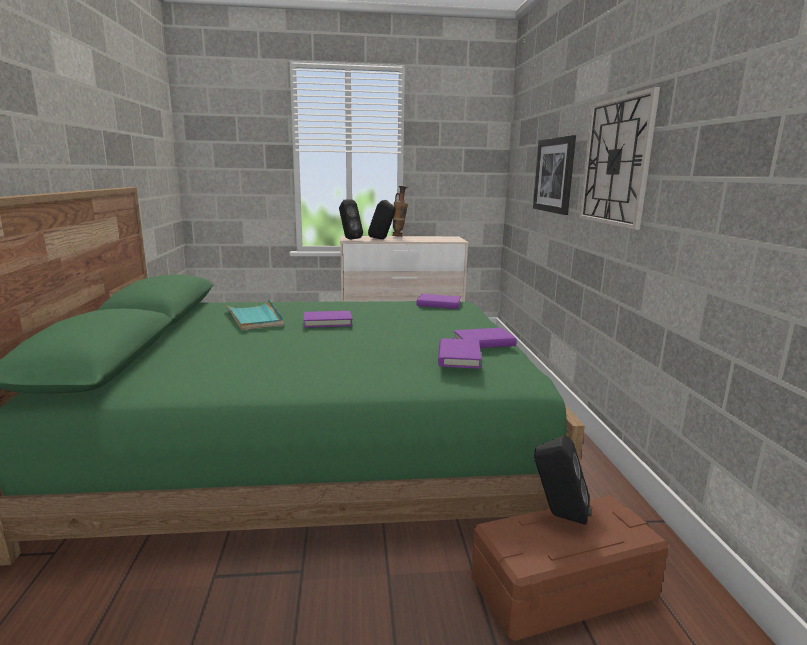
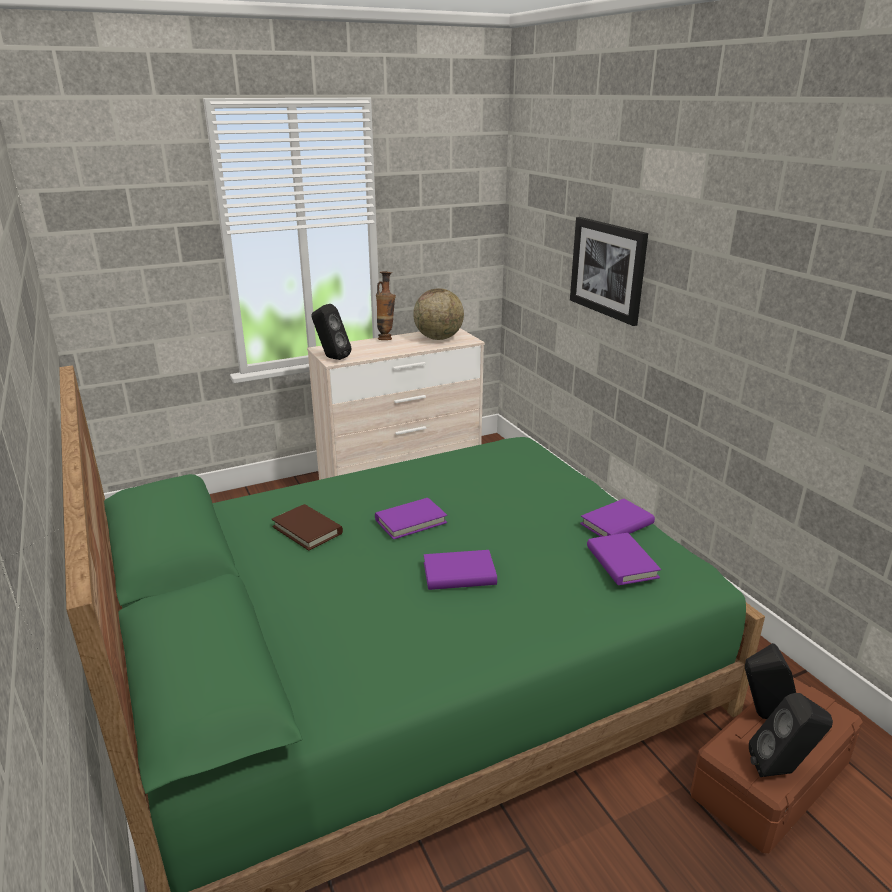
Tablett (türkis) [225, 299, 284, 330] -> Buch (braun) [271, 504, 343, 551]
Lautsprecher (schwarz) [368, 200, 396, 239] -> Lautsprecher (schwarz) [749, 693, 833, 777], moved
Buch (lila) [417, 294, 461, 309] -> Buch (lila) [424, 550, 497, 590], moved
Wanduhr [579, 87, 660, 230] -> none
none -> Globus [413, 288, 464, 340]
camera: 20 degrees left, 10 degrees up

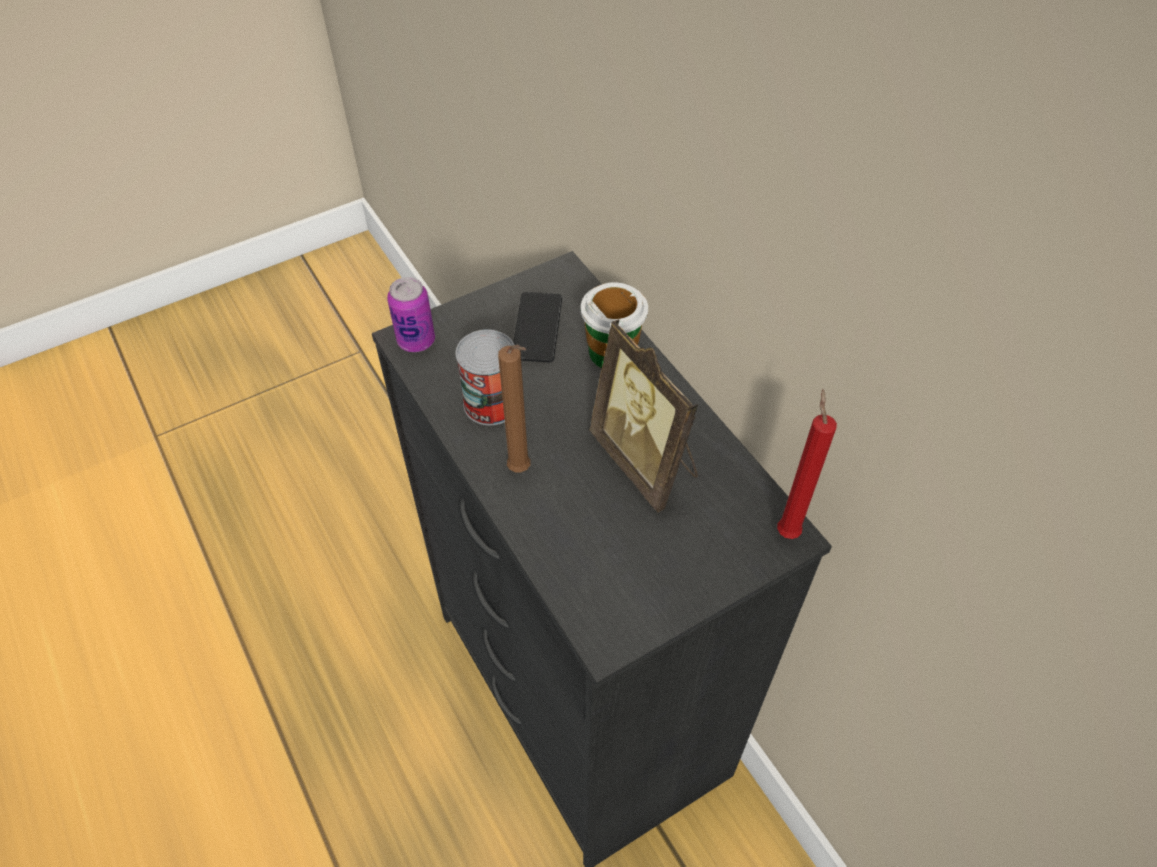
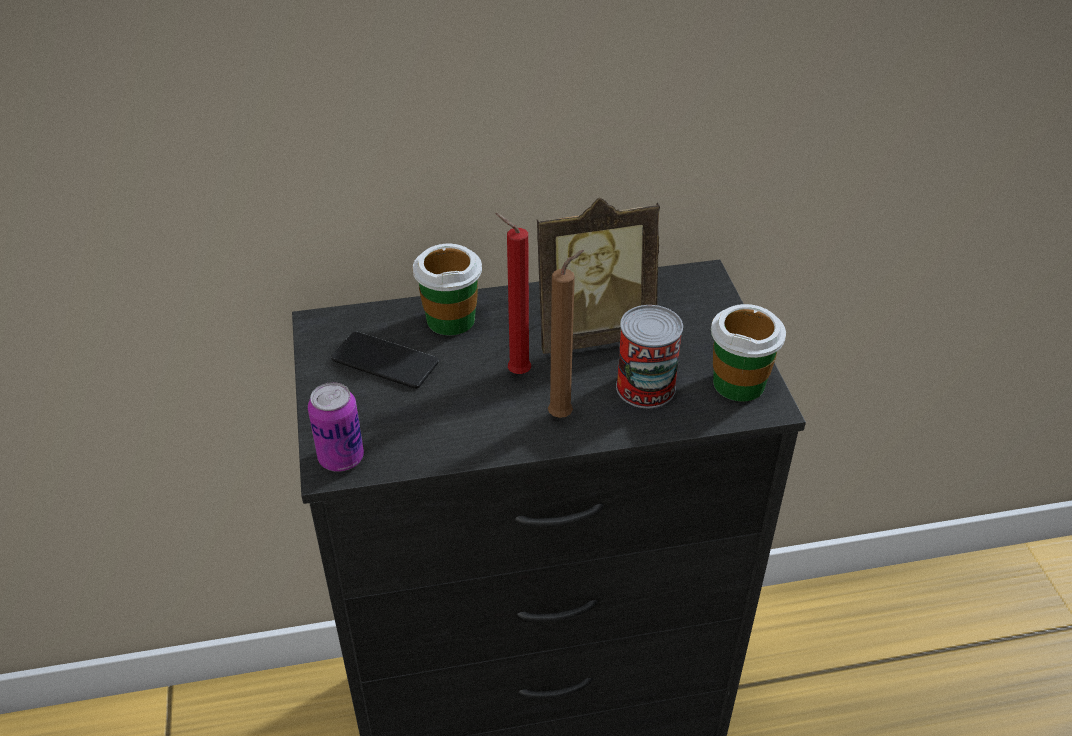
Dose [456, 329, 514, 426] -> Dose [616, 305, 683, 408], moved
Kerze (rot) [777, 389, 837, 539] -> Kerze (rot) [495, 213, 531, 374], moved
none -> Tasse [711, 304, 786, 402]
camera: 70 degrees left, 10 degrees down

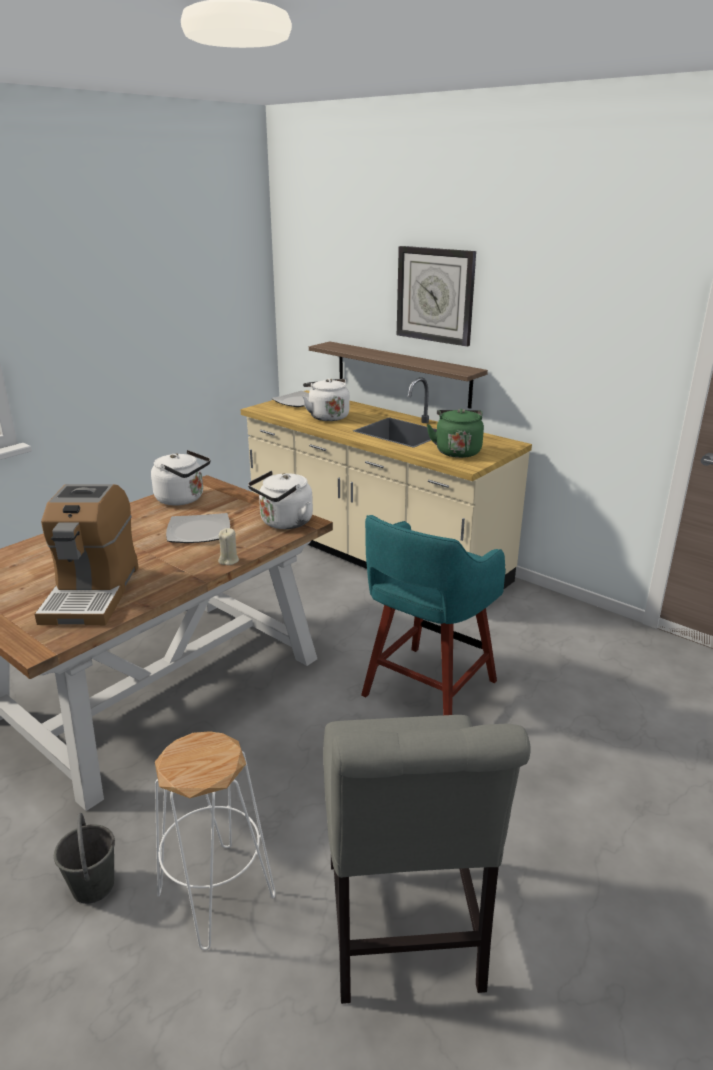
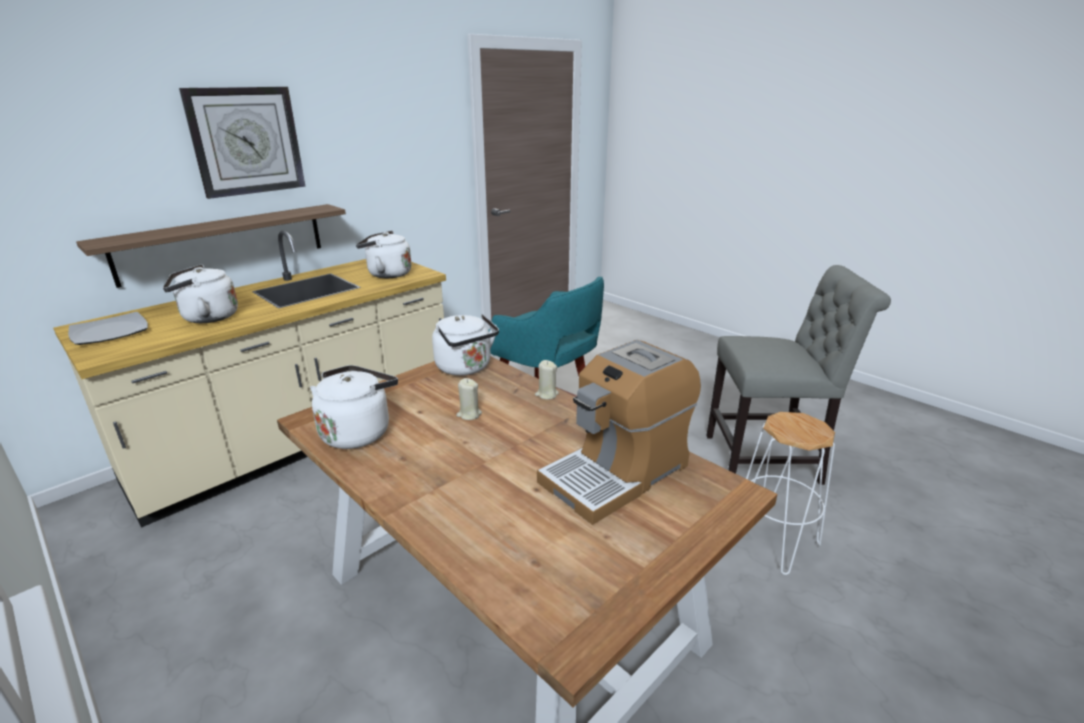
Kaffeemaschine [34, 484, 138, 625] -> Kaffeemaschine [537, 340, 701, 525], 135 degrees clockwise
Eimer (grau) [54, 813, 115, 904] -> none
Teller [166, 513, 230, 543] -> Kerze (beige) [456, 378, 482, 420]
Wasserkessel (grün) [427, 409, 484, 458] -> Wasserkessel (weiß) [356, 231, 411, 278]
camera: 85 degrees left, 0 degrees up

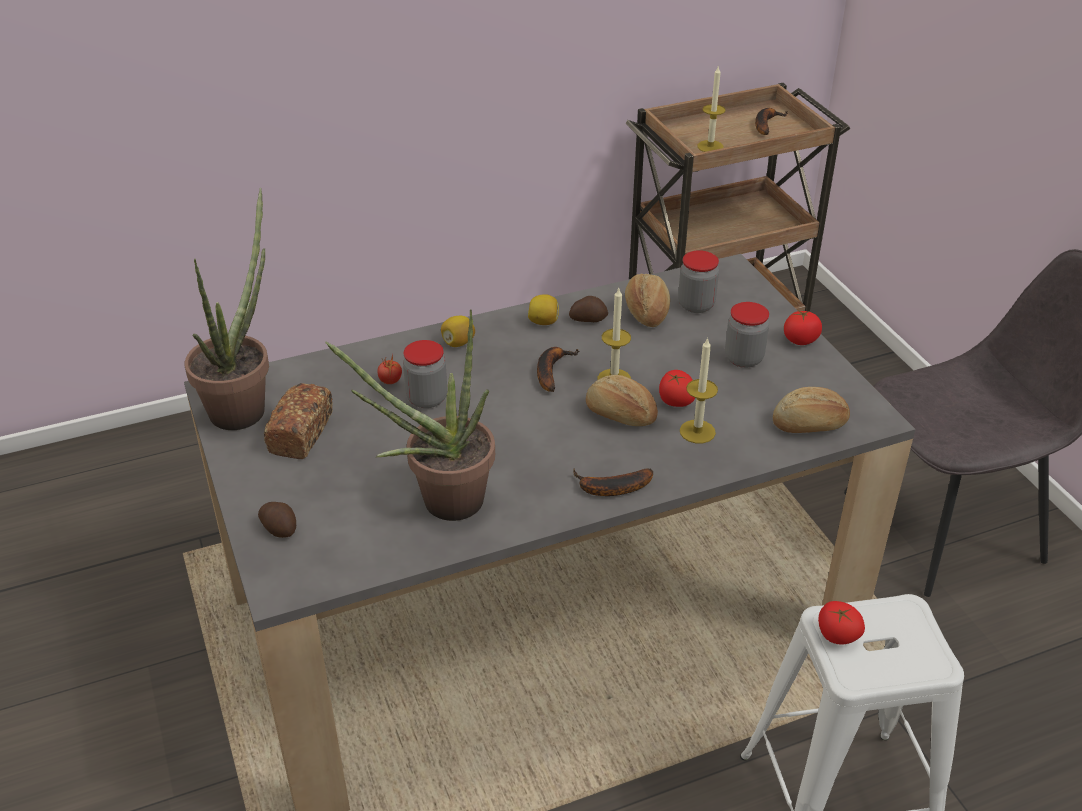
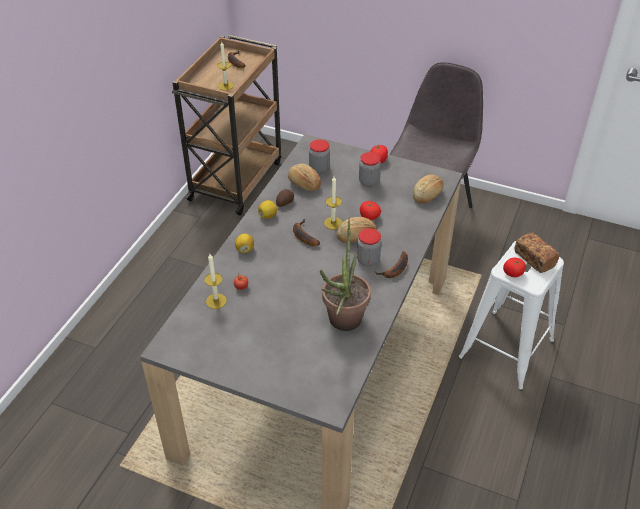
Topfpflanze [185, 188, 269, 430] -> none
Kartoffel [258, 502, 296, 538] -> none
Brot [264, 383, 333, 459] -> Brot [515, 233, 559, 273], moved
Vorratsglas [403, 340, 447, 408] -> Vorratsglas [357, 228, 381, 266], moved
Kerze [680, 338, 718, 443] -> Kerze [204, 254, 227, 309], moved
camera: 45 degrees left, 5 degrees up

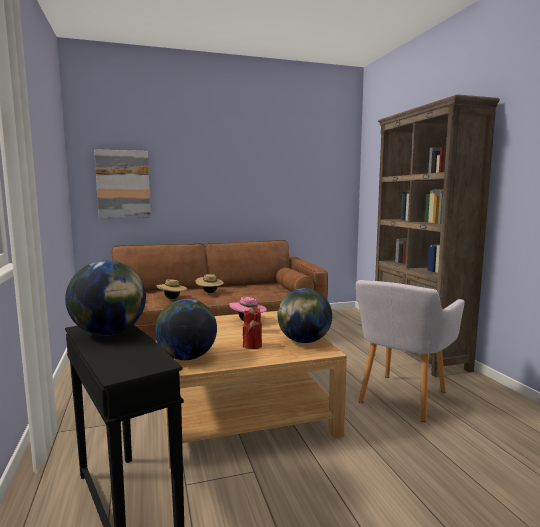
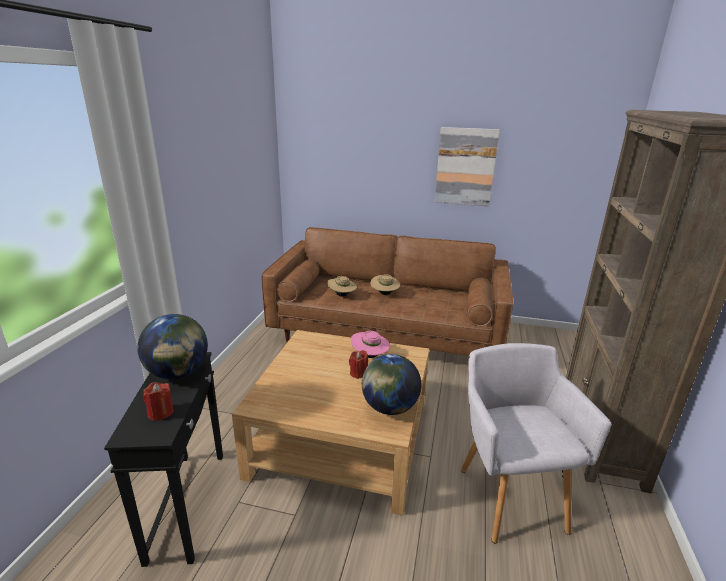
Bild [94, 149, 151, 218] -> Bild [435, 127, 500, 206], moved
Globus [155, 299, 217, 360] -> none
Kerze (rot) [243, 320, 262, 349] -> Kerze (rot) [143, 382, 174, 421], moved
Sessel (grau) [356, 280, 465, 422] -> Sessel (grau) [461, 343, 611, 543], 105 degrees clockwise
camera: 30 degrees right, 15 degrees up

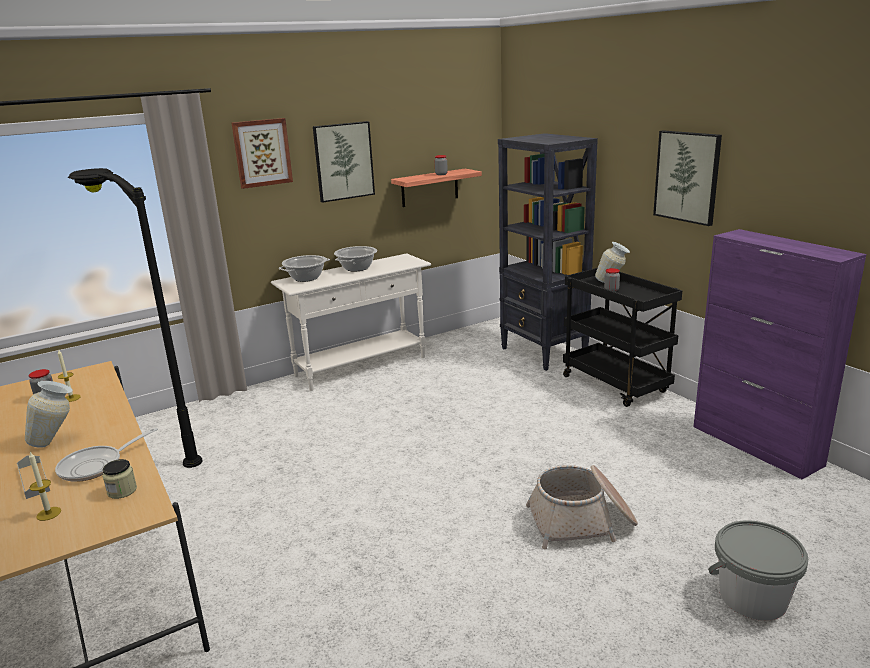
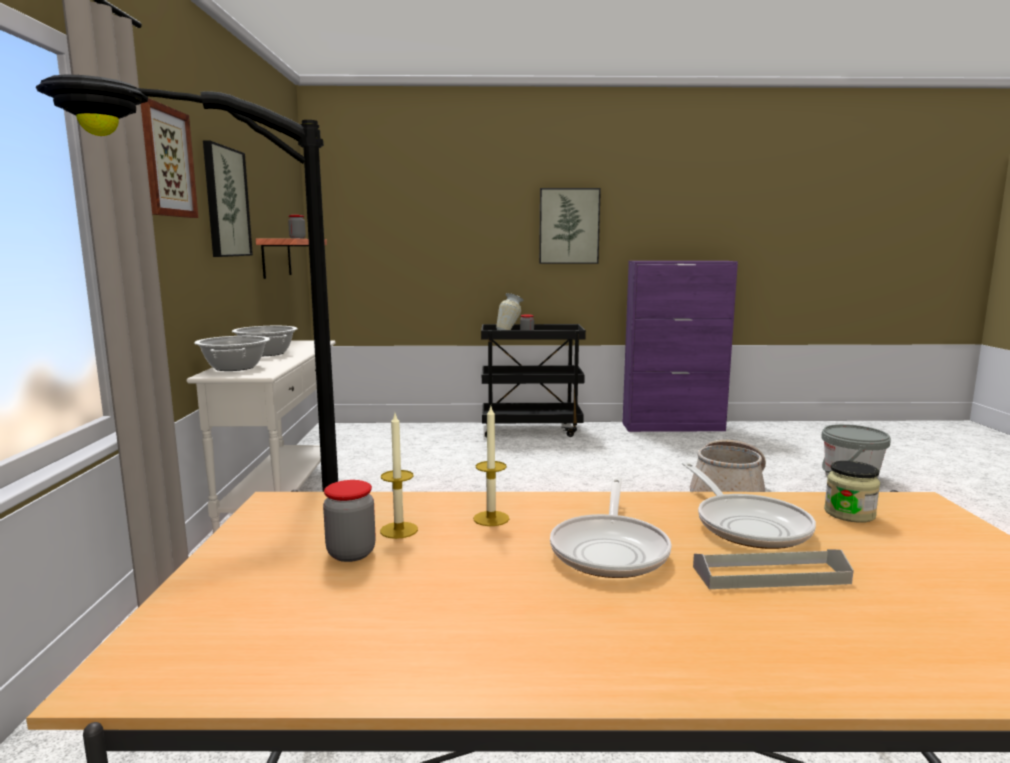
Vase [25, 381, 73, 448] -> Pfanne [550, 477, 672, 578]
Kerze [29, 452, 61, 521] -> Kerze [473, 407, 509, 526], moved
Bücherregal (schwarz) [498, 133, 598, 371] -> none
camera: 60 degrees left, 10 degrees down

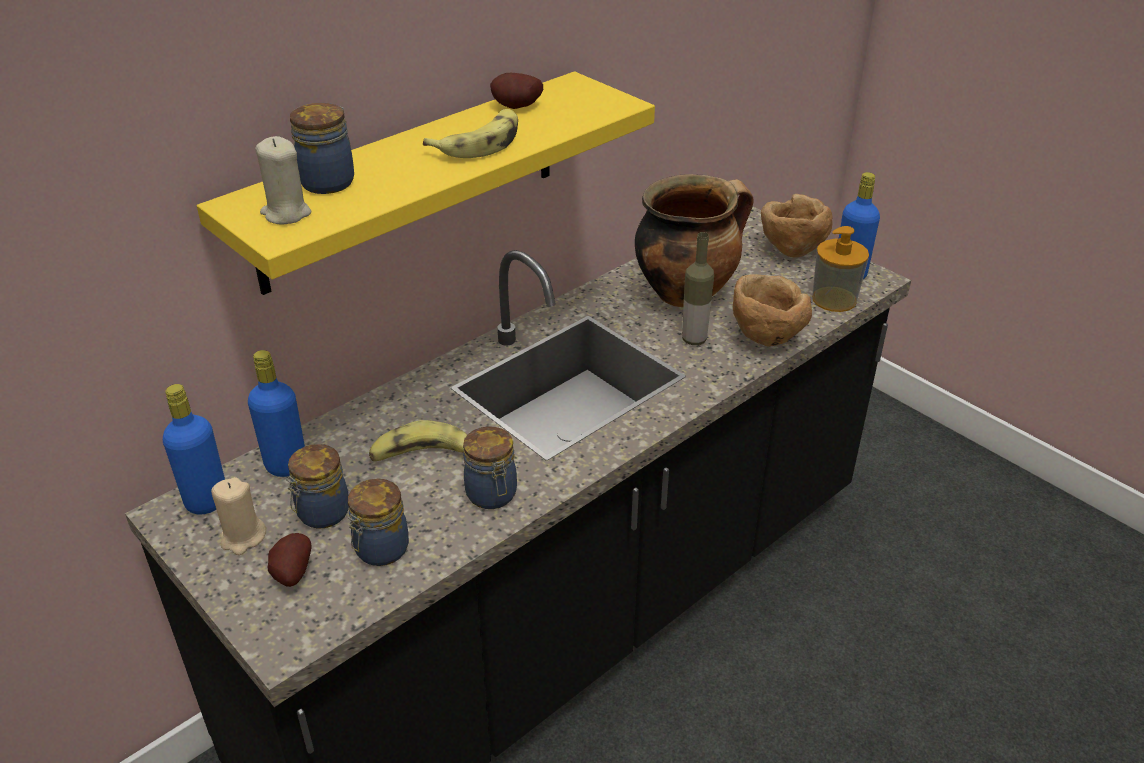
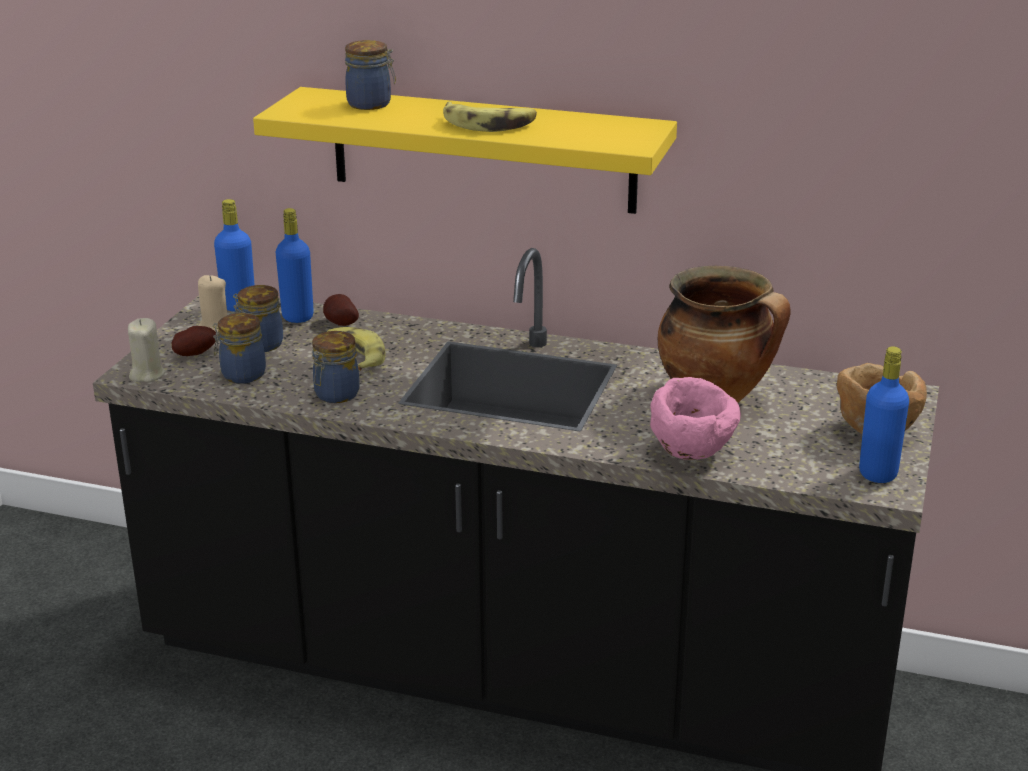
Kerze (beige) [255, 136, 311, 225] -> Kerze (beige) [128, 318, 166, 382], moved
Kartoffel [490, 73, 543, 109] -> Kartoffel [323, 294, 359, 326], moved
Flasche [682, 232, 714, 345] -> none
Schüssel (braun) [733, 274, 812, 347] -> Schüssel (rosa) [650, 377, 741, 460]
Seifenspender [812, 226, 869, 312] -> none
camera: 60 degrees right, 10 degrees down

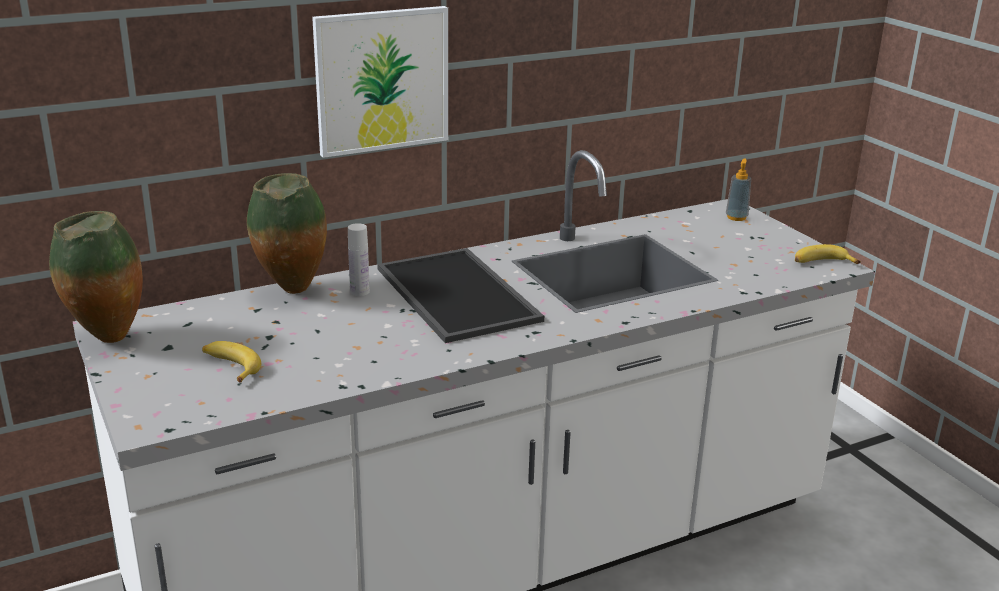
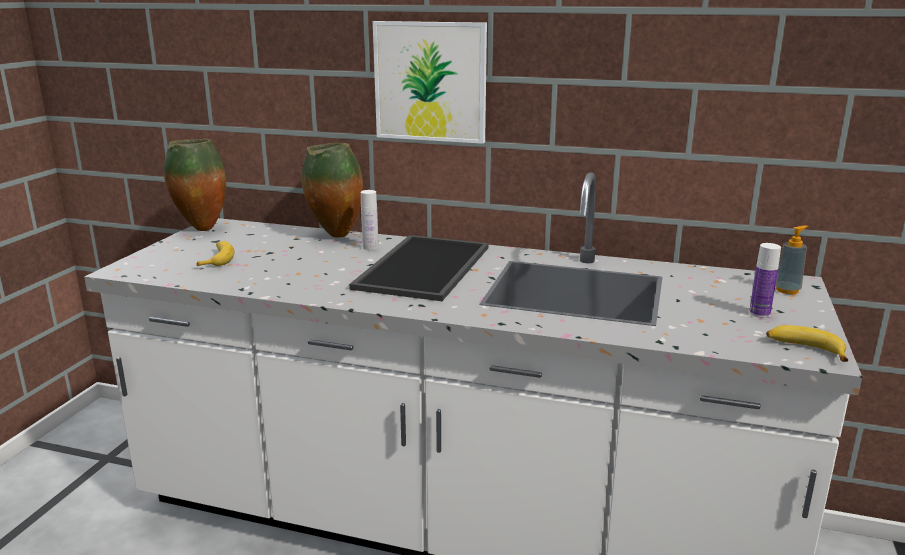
none -> Flasche [749, 243, 781, 318]
camera: 45 degrees right, 5 degrees down

